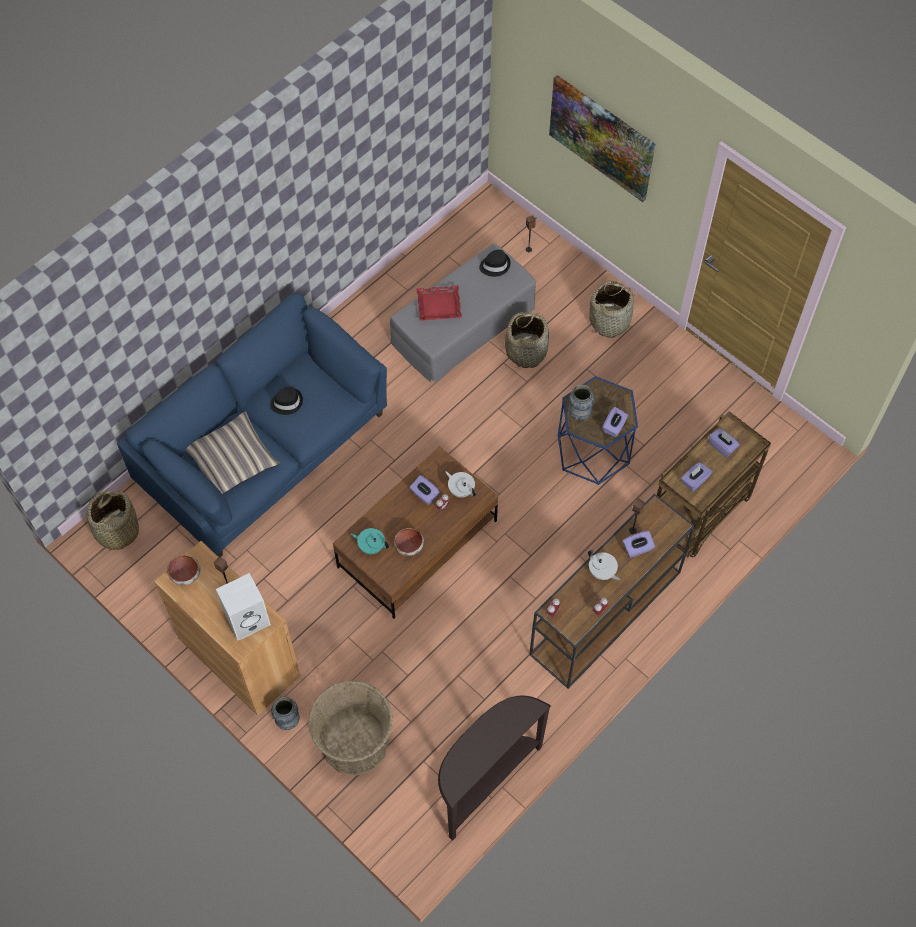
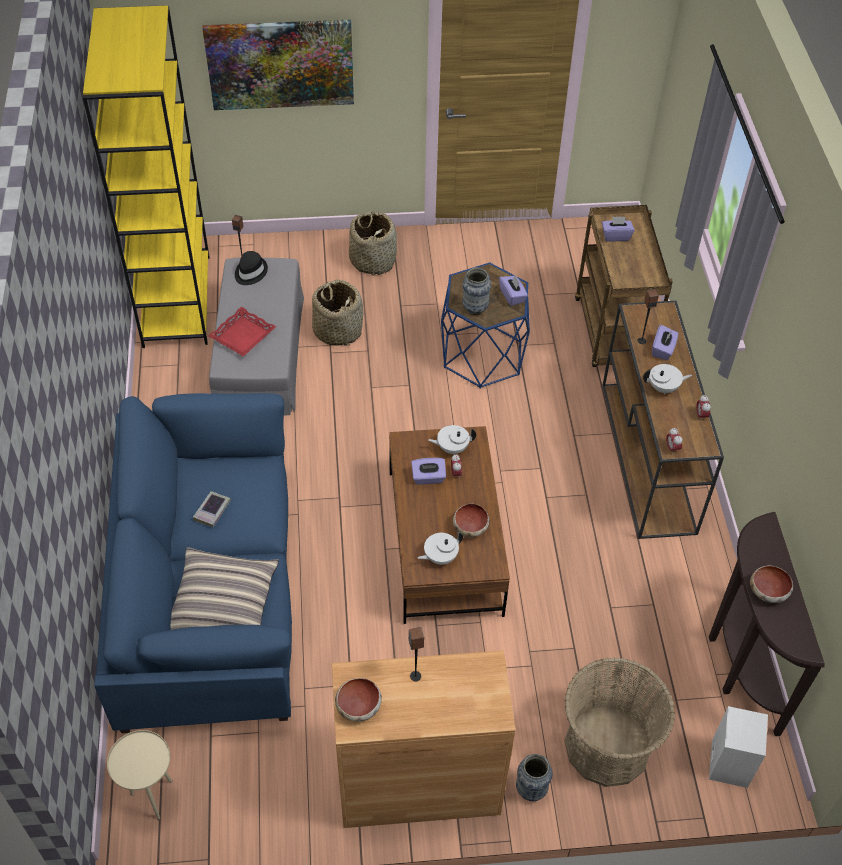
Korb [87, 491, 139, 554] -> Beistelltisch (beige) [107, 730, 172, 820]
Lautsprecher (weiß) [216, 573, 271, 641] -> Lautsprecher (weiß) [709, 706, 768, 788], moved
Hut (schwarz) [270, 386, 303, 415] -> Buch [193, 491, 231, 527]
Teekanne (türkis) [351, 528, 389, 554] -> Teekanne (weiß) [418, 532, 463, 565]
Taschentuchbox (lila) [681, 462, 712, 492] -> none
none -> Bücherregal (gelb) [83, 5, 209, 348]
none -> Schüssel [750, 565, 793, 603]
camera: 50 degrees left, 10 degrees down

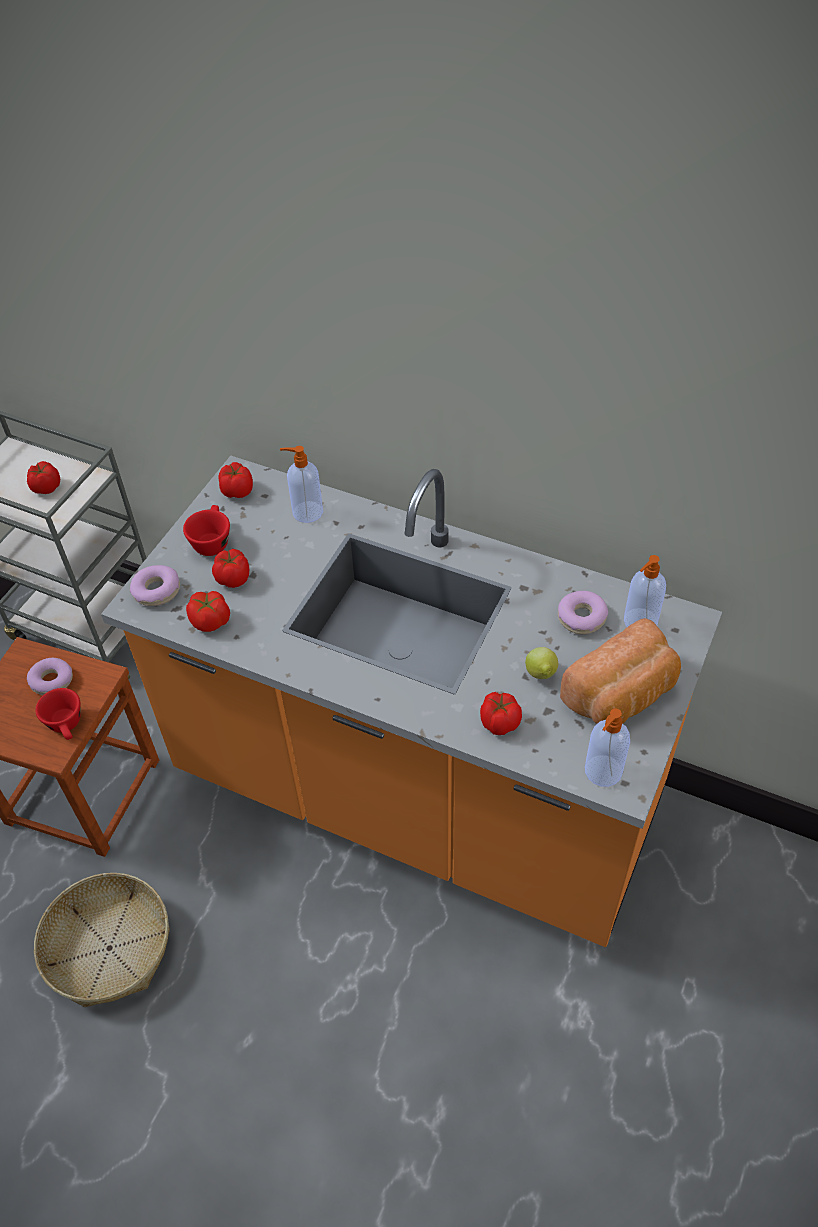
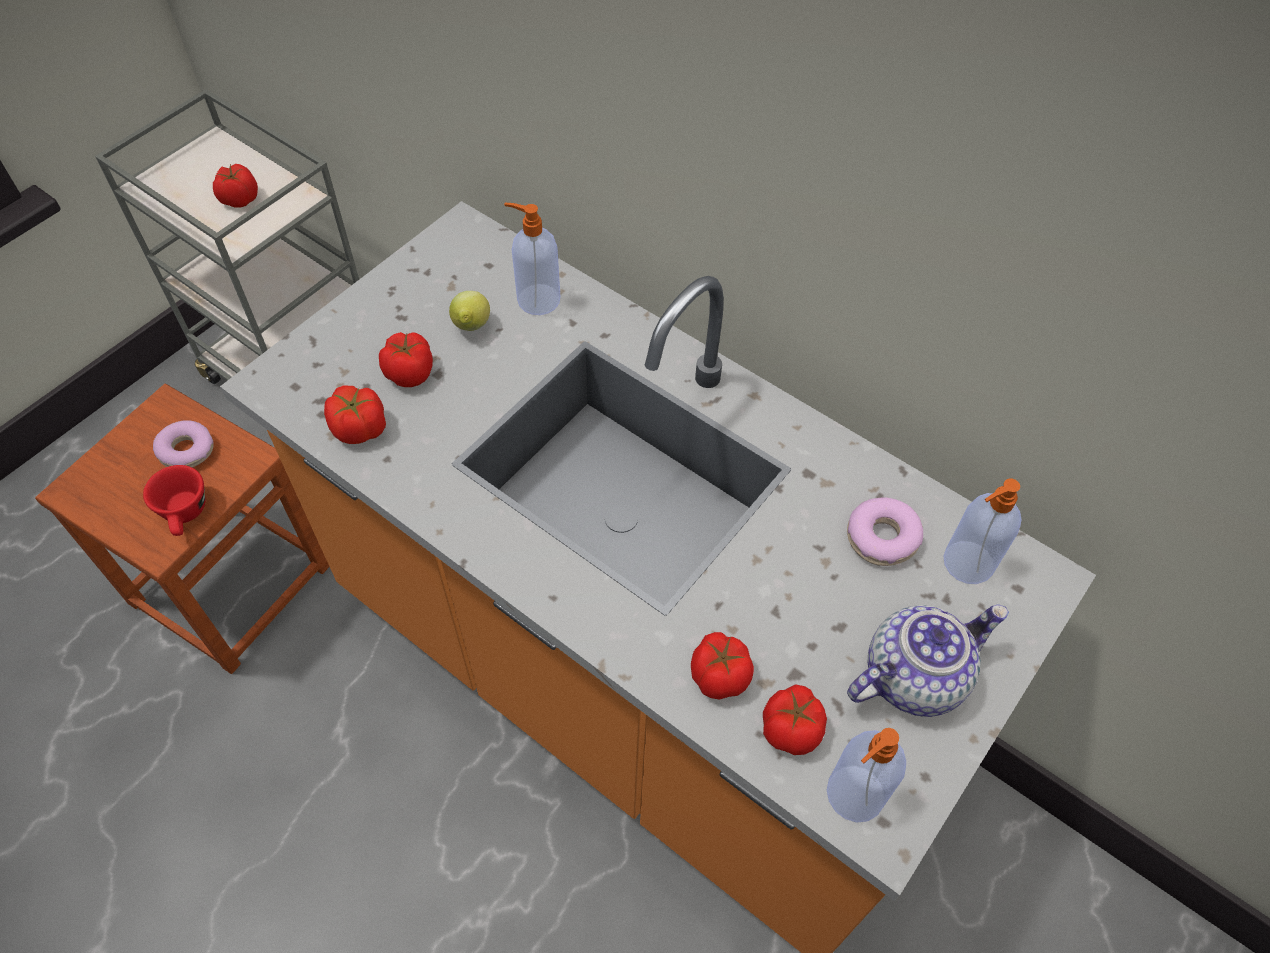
Korb [34, 873, 170, 1007] -> none
Donut [130, 565, 180, 606] -> none
Tasse (rot) [183, 505, 230, 556] -> none
Tomate [218, 462, 253, 498] -> Tomate [763, 685, 827, 755], moved
Zitrone [525, 647, 558, 679] -> Zitrone [449, 291, 490, 331], moved
Brot [560, 618, 681, 724] -> Teekanne [847, 604, 1009, 717]
camera: 10 degrees right, 5 degrees up

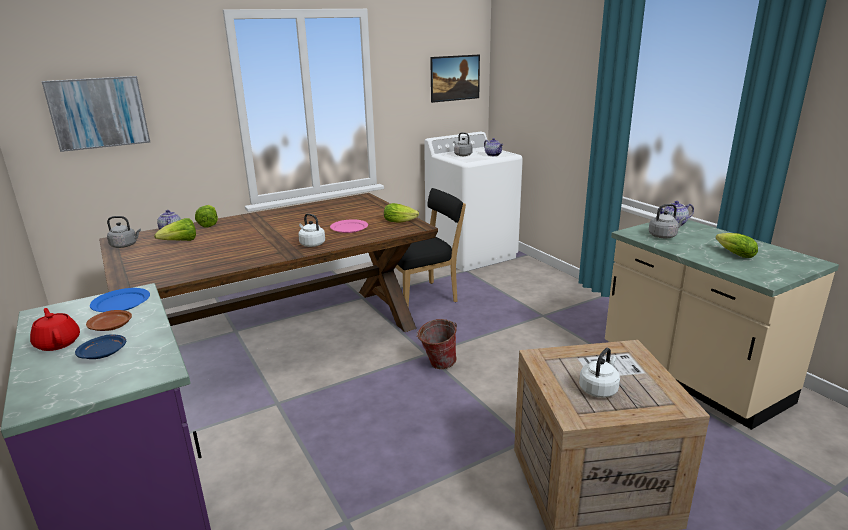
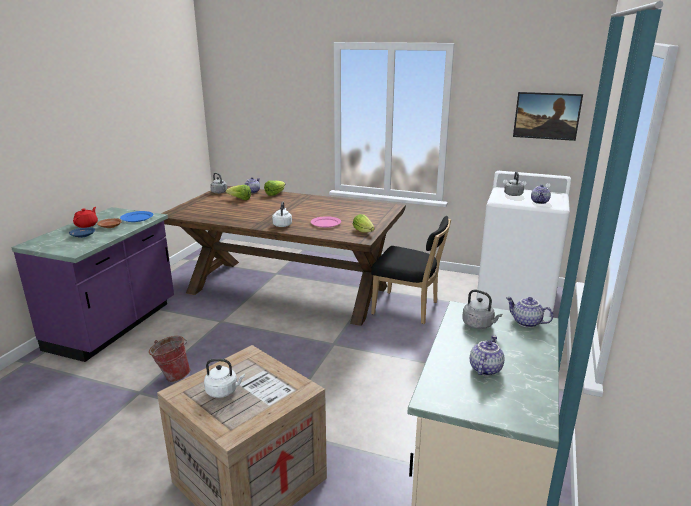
Bild [42, 76, 150, 152] -> none
Eimer [416, 319, 457, 369] -> Eimer [149, 336, 190, 382], moved
Salatkopf [716, 233, 758, 258] -> Teekanne [470, 335, 505, 376]
camera: 50 degrees right, 0 degrees up

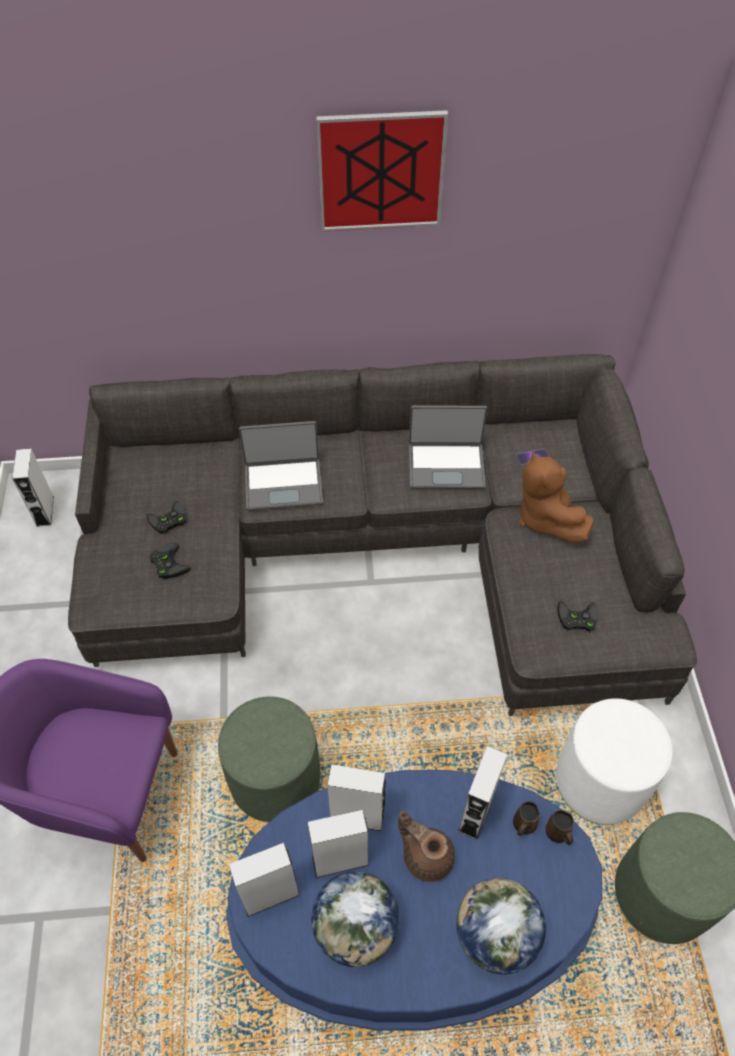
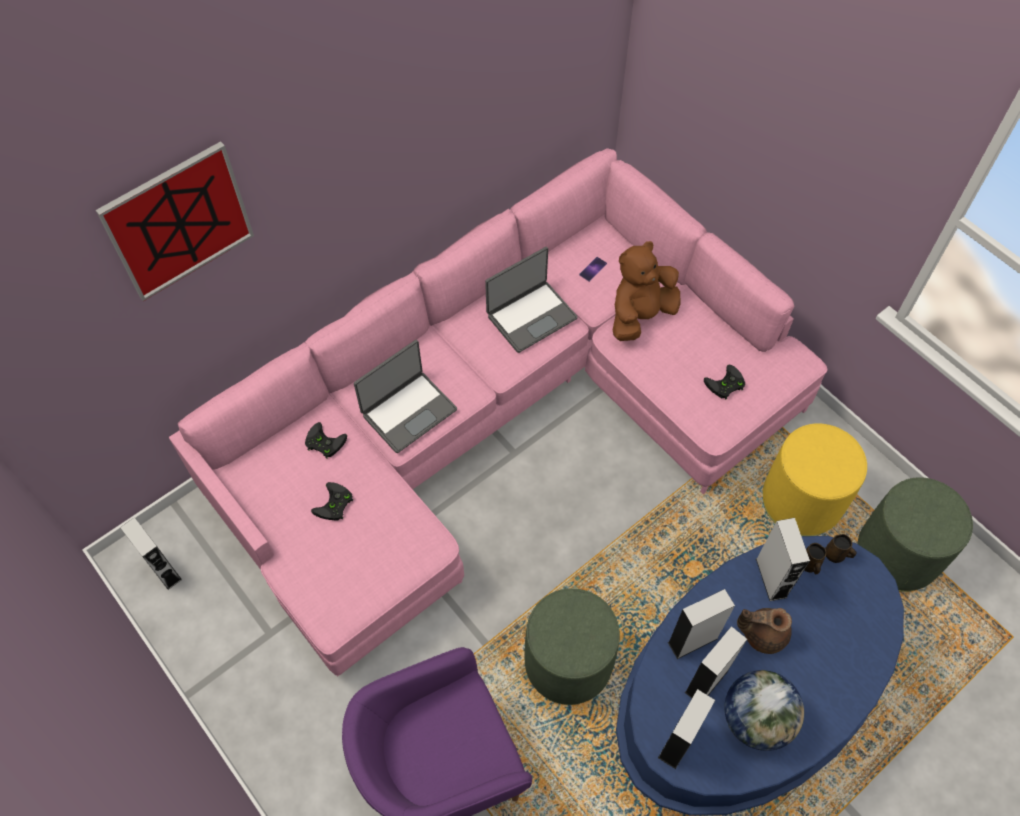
Sofa (grau) [68, 354, 697, 716] -> Sofa (rosa) [169, 148, 828, 676]
Gamepad (schwarz) [150, 543, 191, 579] -> Gamepad (schwarz) [305, 422, 347, 459], moved
Bild [316, 110, 448, 232] -> Bild [96, 141, 254, 301], moved
Globus [456, 878, 546, 974] -> none
Plüschtier (braun) [519, 451, 594, 543] -> Plüschtier (braun) [613, 241, 681, 341], 105 degrees clockwise
Polsterhocker (weiß) [556, 698, 672, 825] -> Polsterhocker (gelb) [763, 423, 867, 536]
camera: 35 degrees left, 5 degrees up

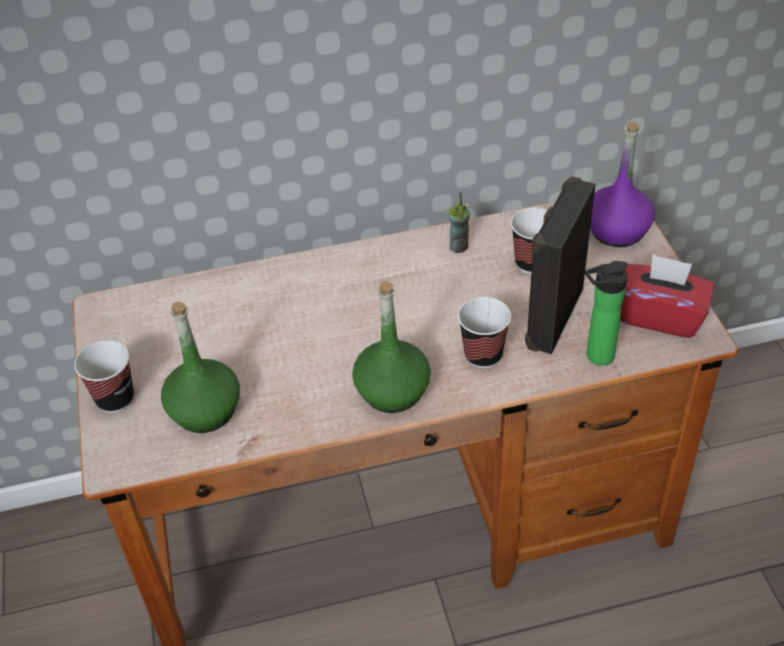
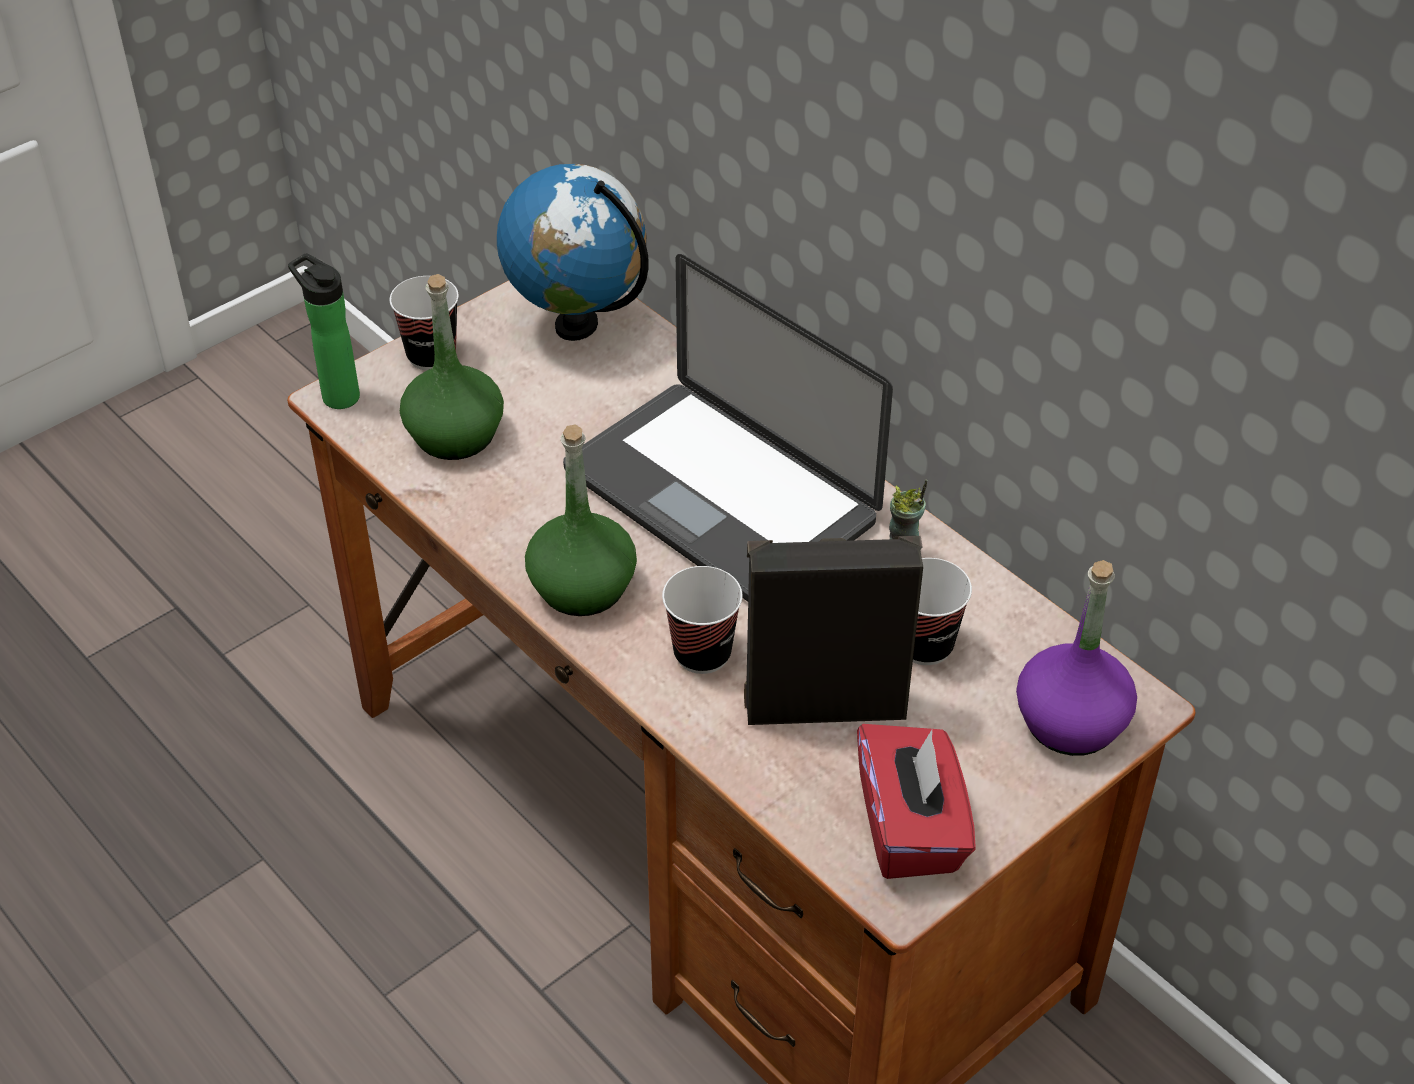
Flasche [585, 261, 628, 366] -> Flasche [288, 253, 360, 409], moved
none -> Globus [497, 164, 649, 341]
none -> Laptop [563, 254, 893, 602]
camera: 60 degrees right, 0 degrees up

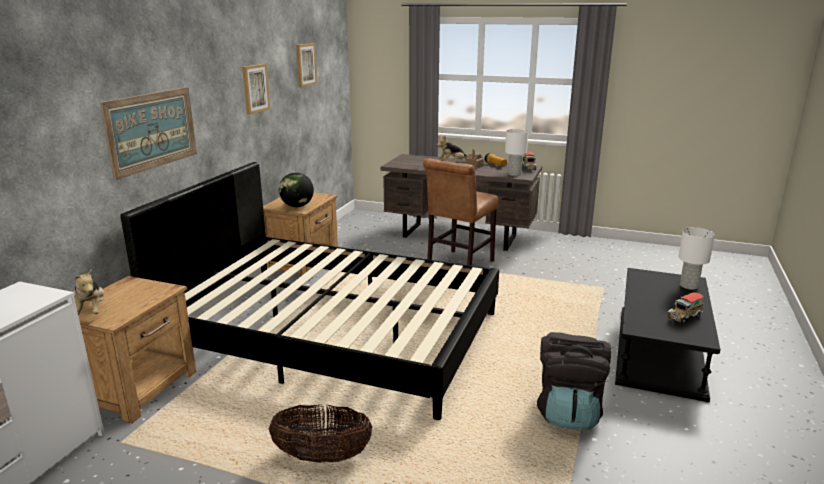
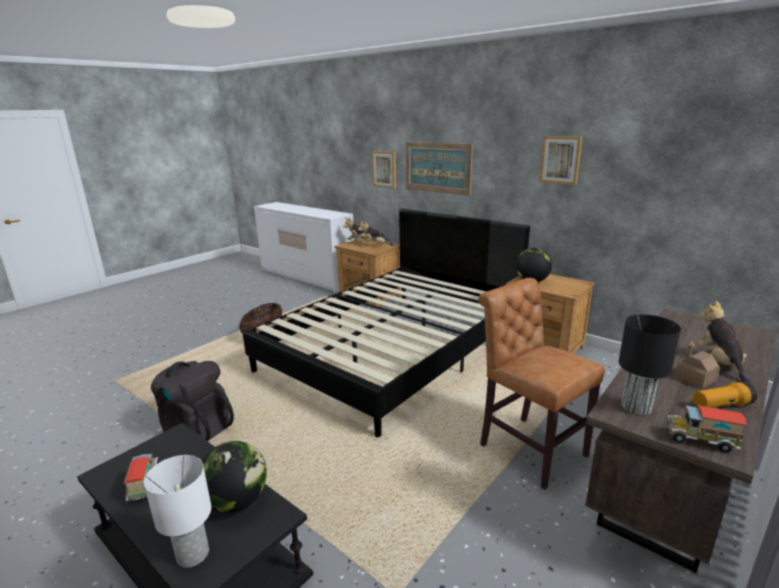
Bild [296, 43, 317, 87] -> Bild [372, 151, 396, 188], moved
Tischlampe (weiß) [505, 129, 528, 176] -> Tischlampe (schwarz) [619, 315, 681, 415]
none -> Globus [202, 441, 267, 512]
none -> Plüschtier [358, 221, 394, 246]
camera: 110 degrees right, 0 degrees up

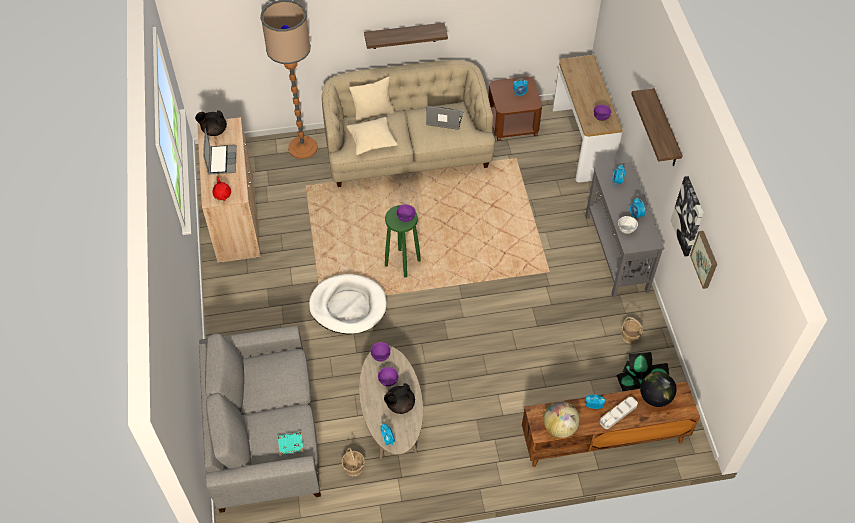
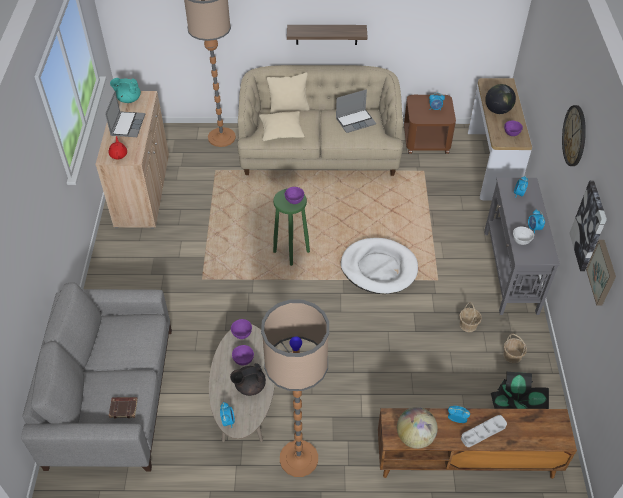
Teekanne (schwarz) [195, 110, 227, 136] -> Teekanne (türkis) [110, 78, 141, 103]
Buch (türkis) [278, 432, 304, 455] -> Buch (braun) [109, 397, 138, 418]
Hundebett (weiß) [309, 274, 387, 334] -> Hundebett (weiß) [341, 238, 418, 294], moved
Korb [341, 447, 365, 476] -> Korb [459, 302, 482, 332], moved
Laptop [426, 106, 464, 130] -> Laptop [336, 89, 376, 133], 135 degrees clockwise
Wandregal [631, 88, 683, 166] -> Wanduhr [562, 105, 586, 166]
Globus [640, 371, 676, 407] -> Globus [485, 84, 516, 114], moved
none -> Stehlampe [261, 299, 329, 477]
camera: 10 degrees right, 5 degrees down

